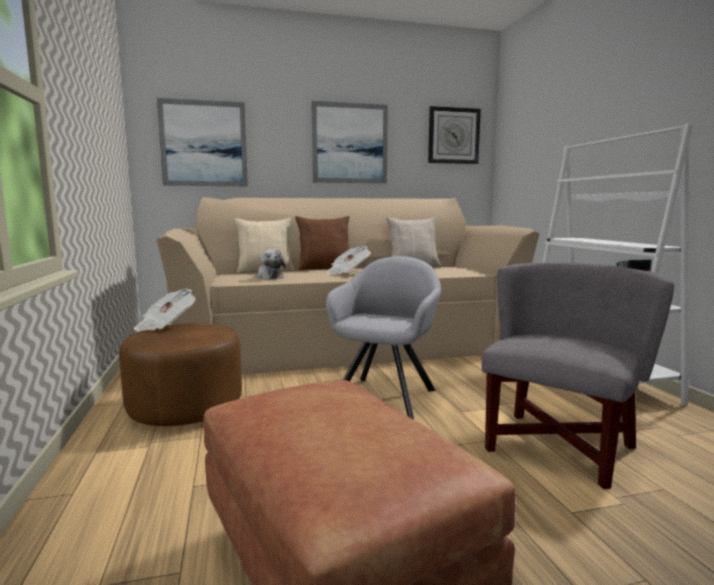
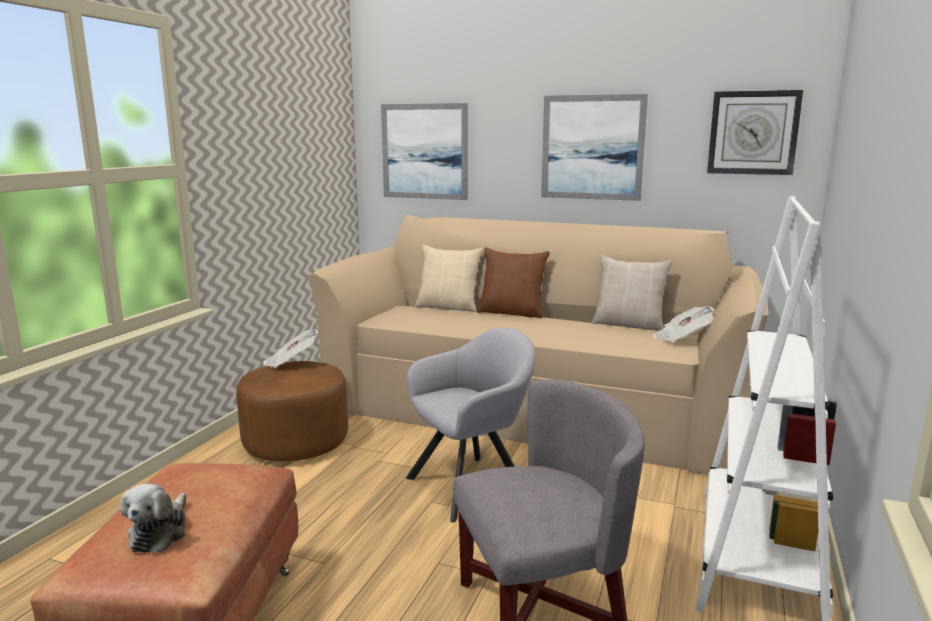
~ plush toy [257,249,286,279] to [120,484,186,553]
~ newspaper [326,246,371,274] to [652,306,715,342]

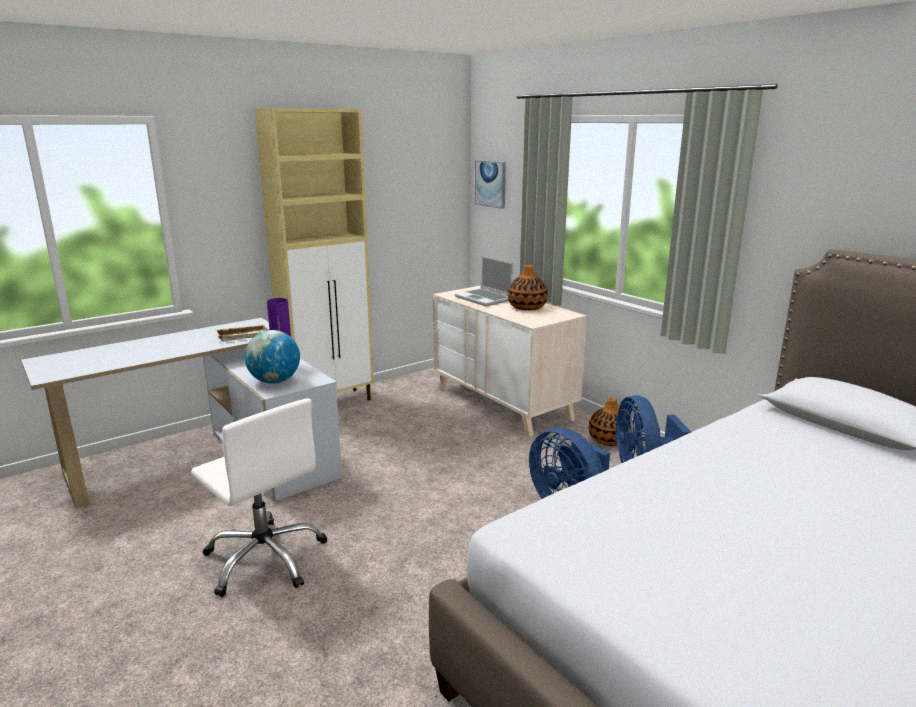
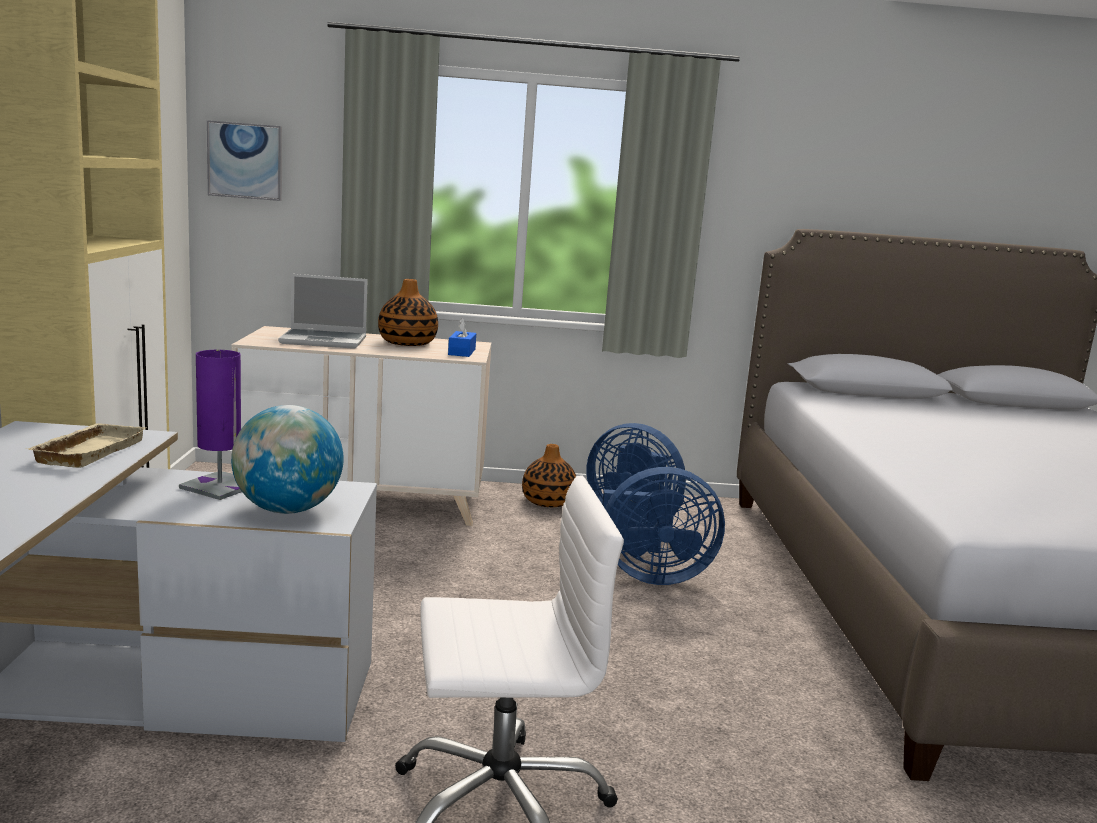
+ blue tissue box [448,318,476,357]

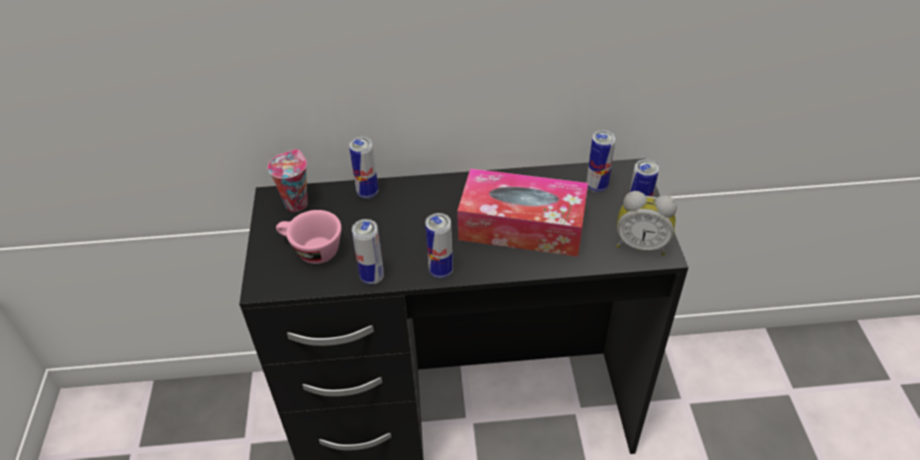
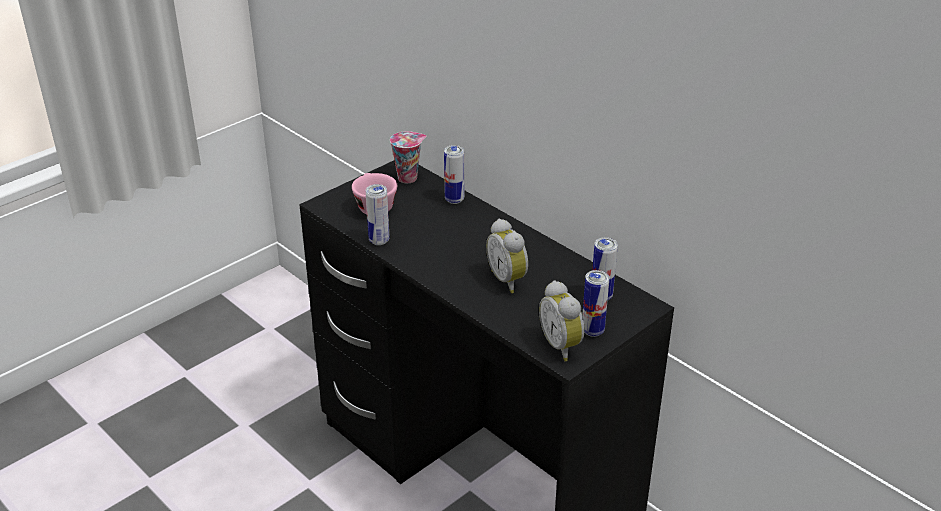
- can [425,213,453,279]
~ tissue box [457,168,588,257] to alarm clock [486,219,528,293]

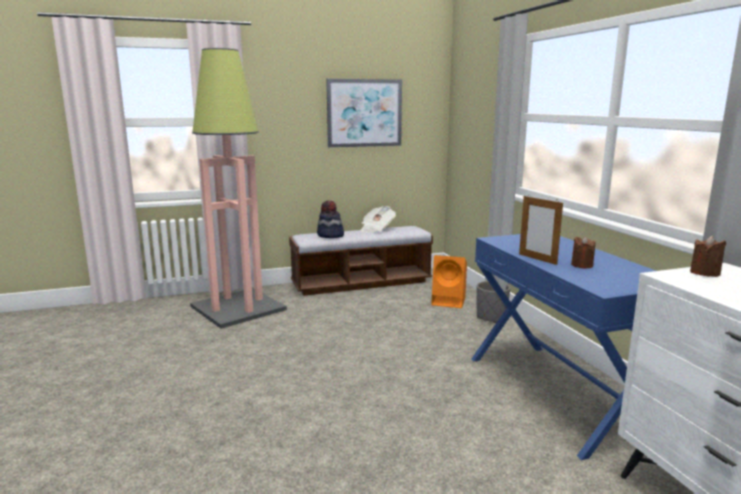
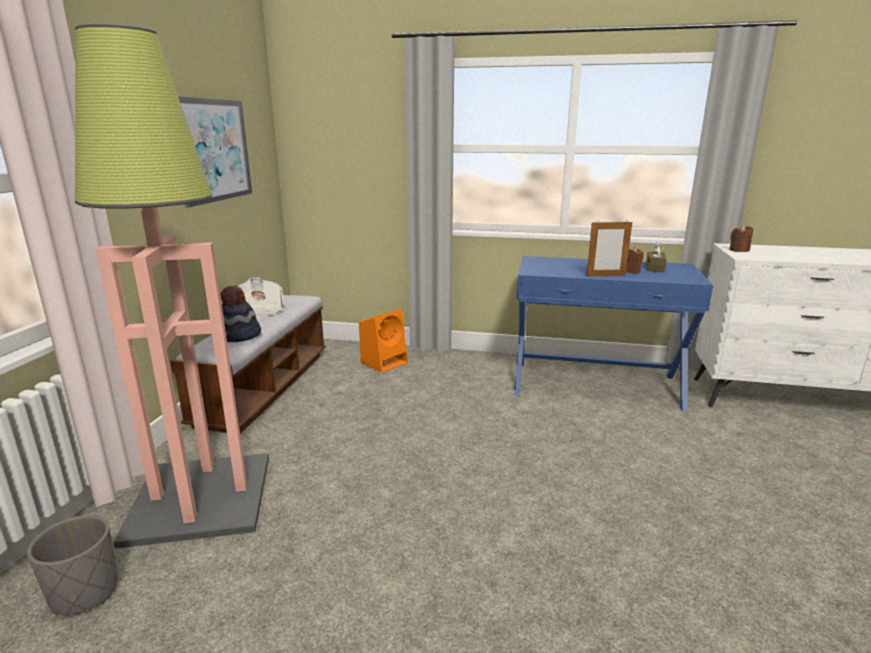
~ grey planter [477,281,510,323] to [27,515,118,615]
+ brown tissue box [646,242,667,272]

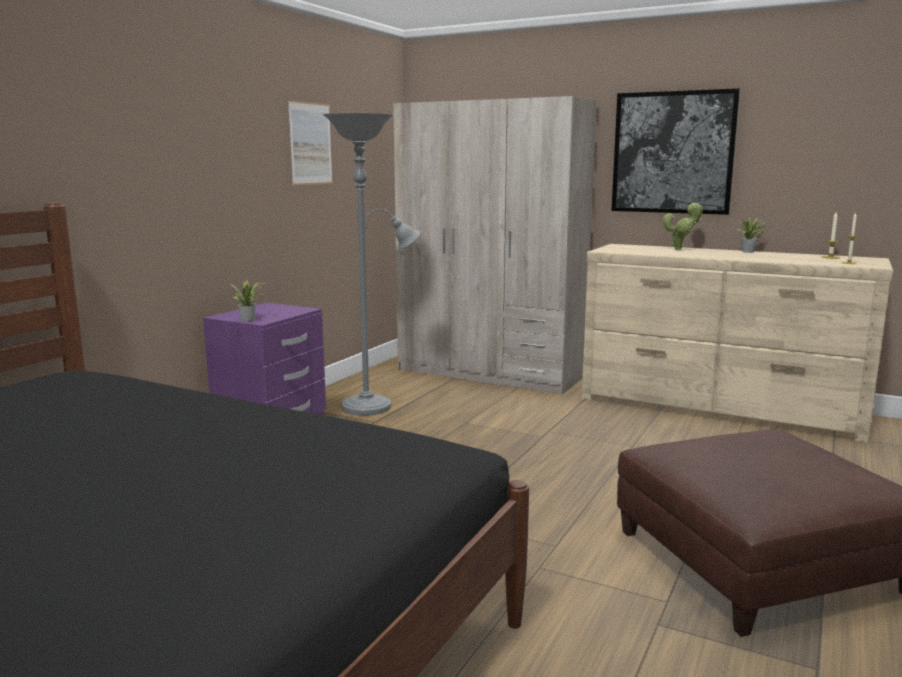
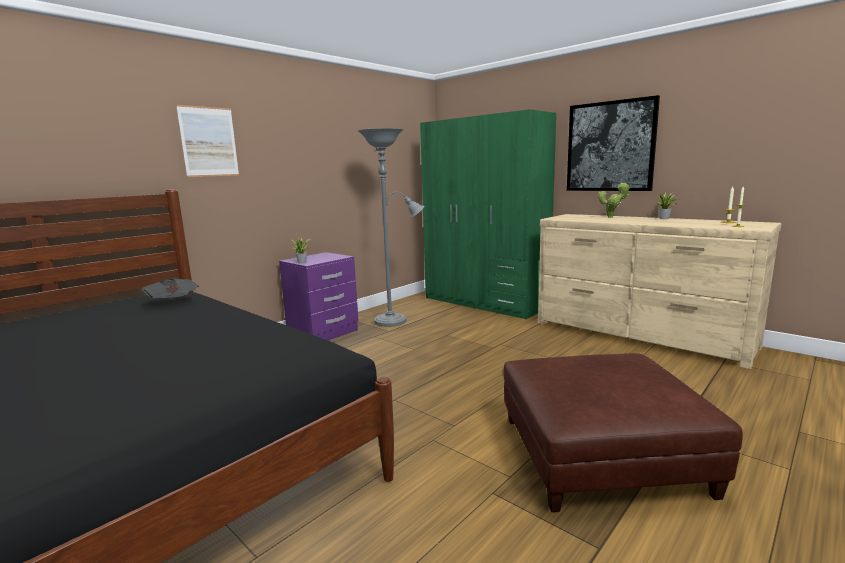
~ picture [288,100,333,185] to [176,105,239,177]
~ beige wardrobe [393,96,597,395] to green wardrobe [420,109,556,319]
+ newspaper [141,278,199,298]

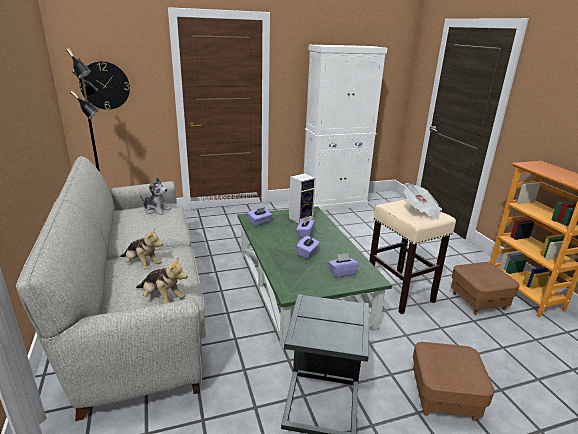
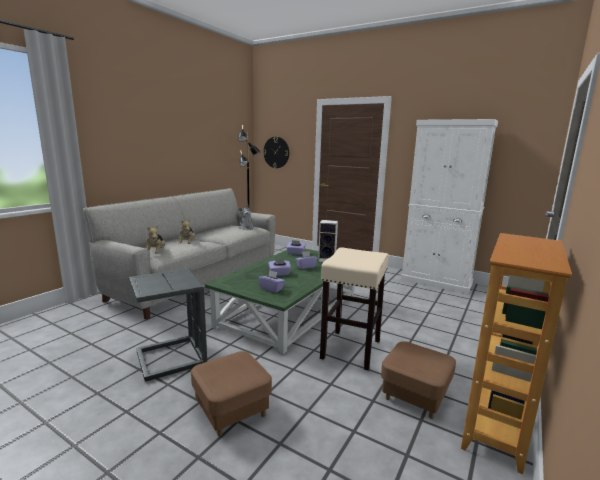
- newspaper [403,183,442,220]

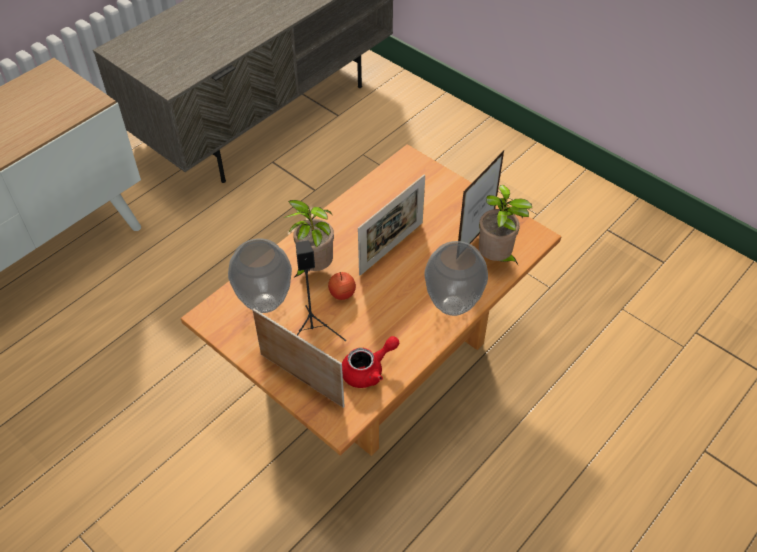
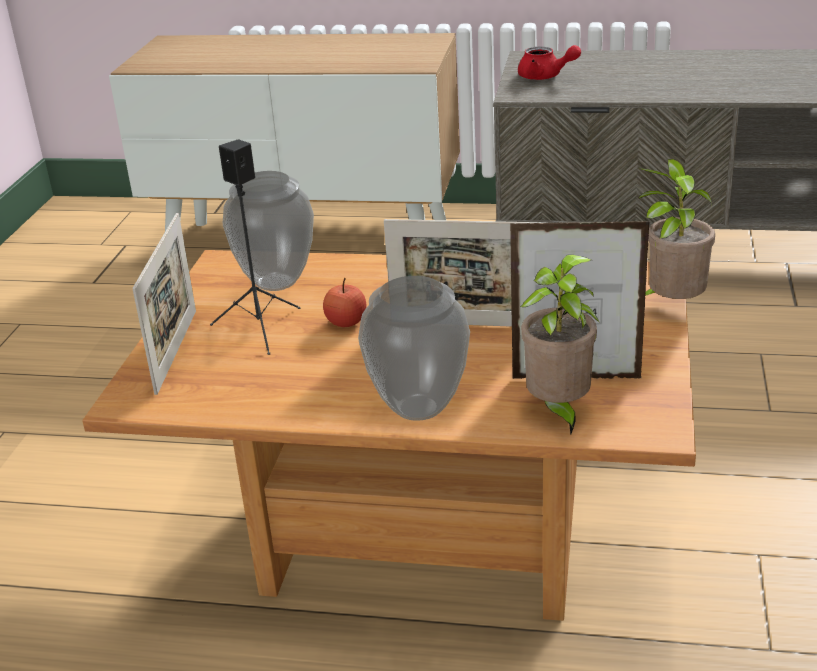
~ potted plant [283,200,334,277] to [639,159,715,299]
~ red teapot [342,336,399,388] to [518,45,581,80]

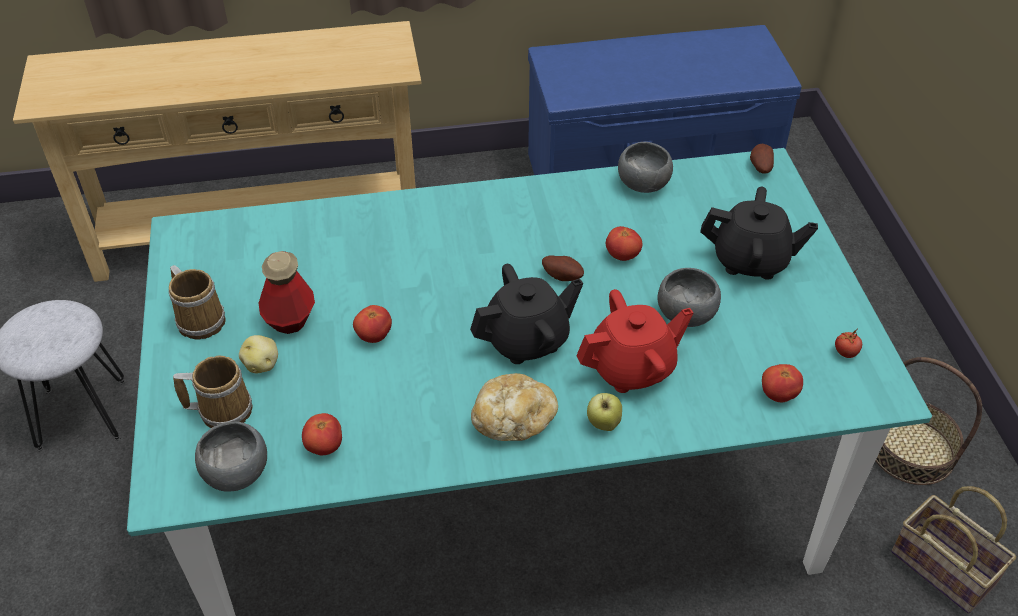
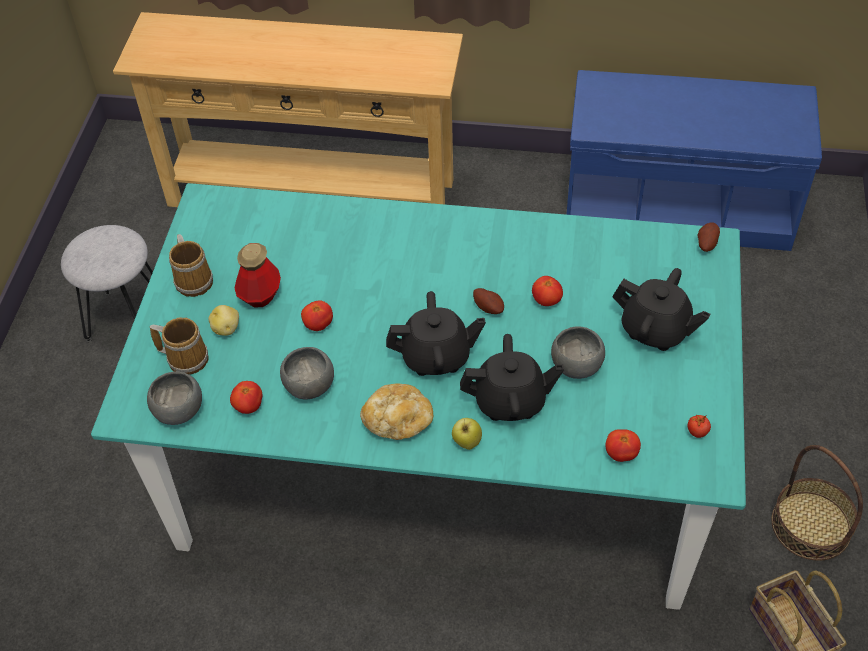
~ red teapot [576,289,694,393] to black teapot [460,334,564,421]
~ grey bowl [618,142,673,193] to [280,347,334,399]

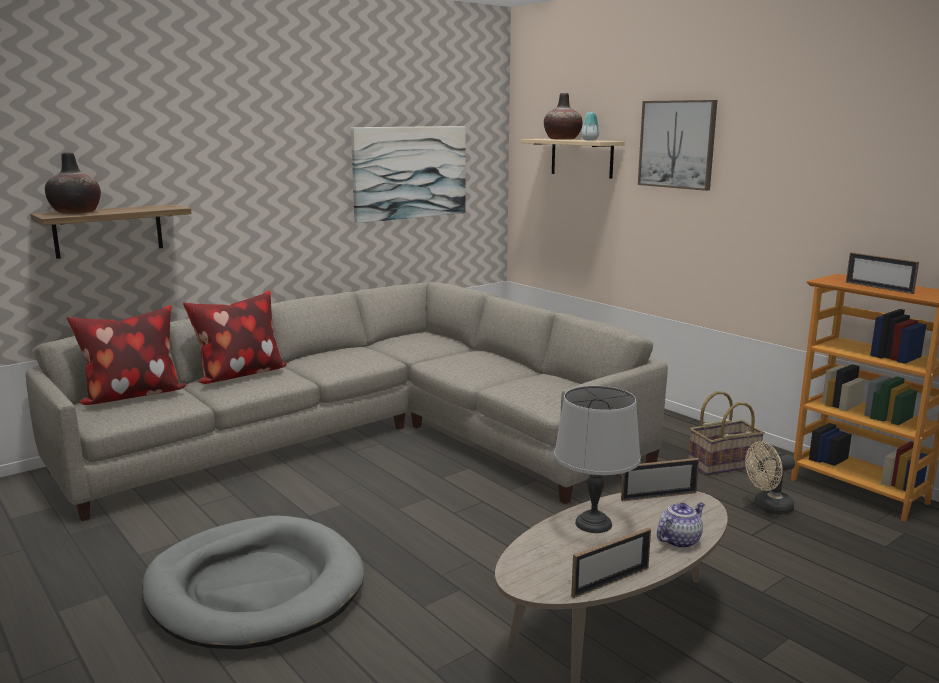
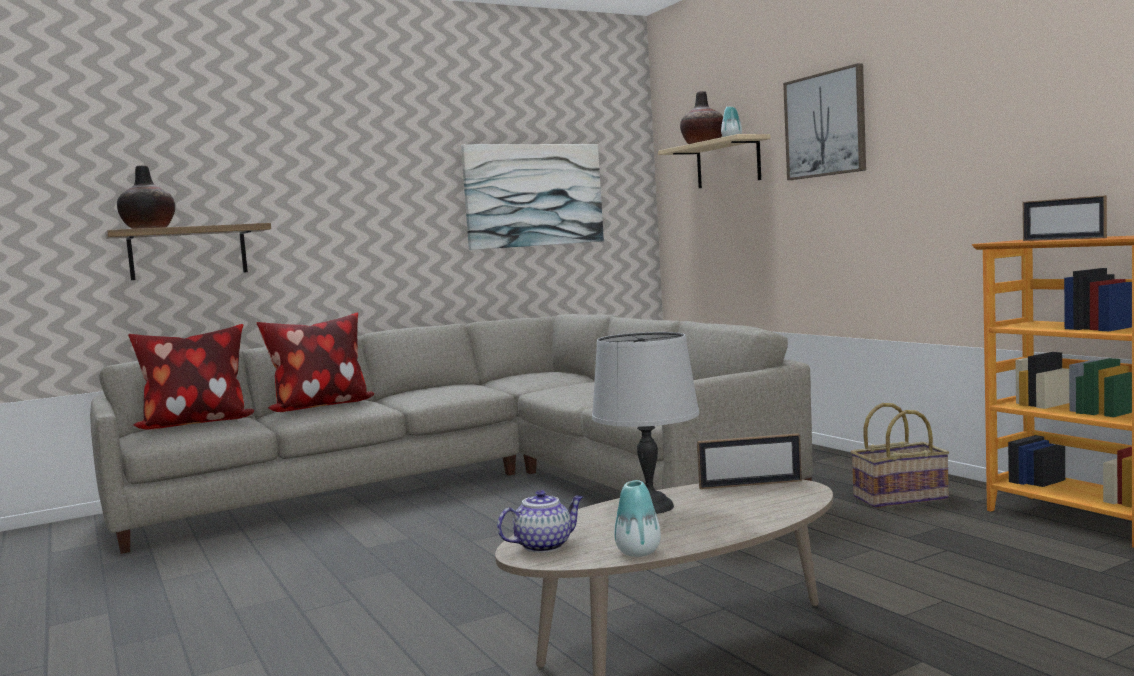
- grey dog bed [142,516,364,649]
~ picture frame [571,528,651,598] to vase [614,480,661,557]
~ teapot [657,503,705,548] to [497,490,583,553]
- beige fan [745,441,795,515]

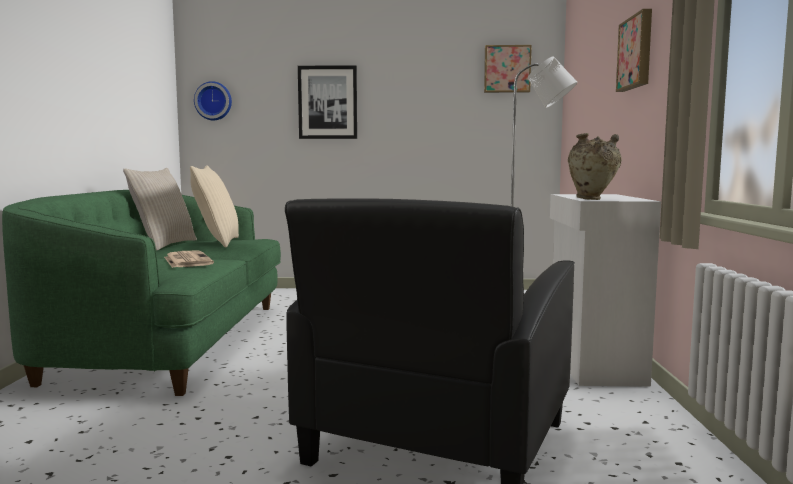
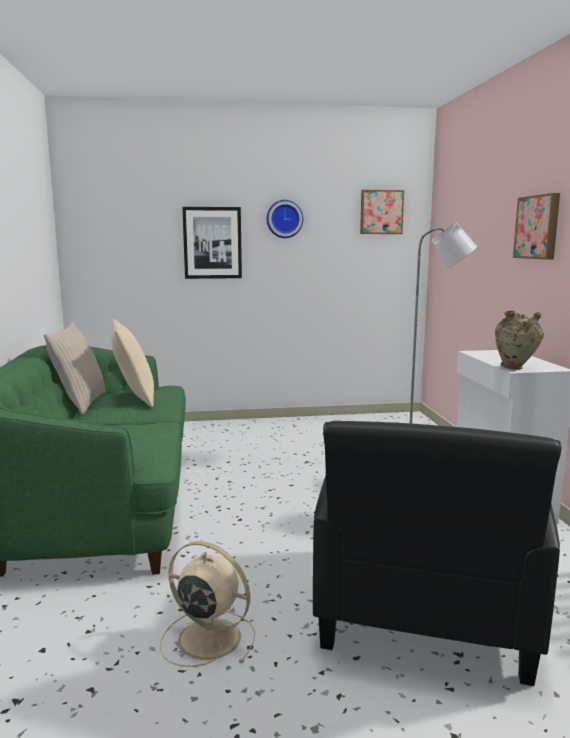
- newspaper [164,250,214,268]
~ wall clock [194,81,232,121] to [267,200,303,238]
+ beige fan [160,541,255,667]

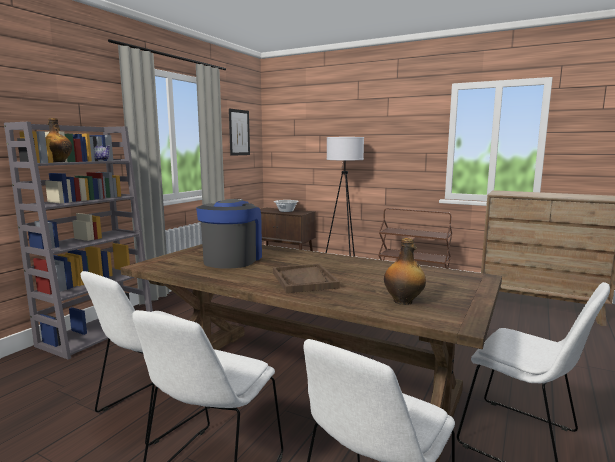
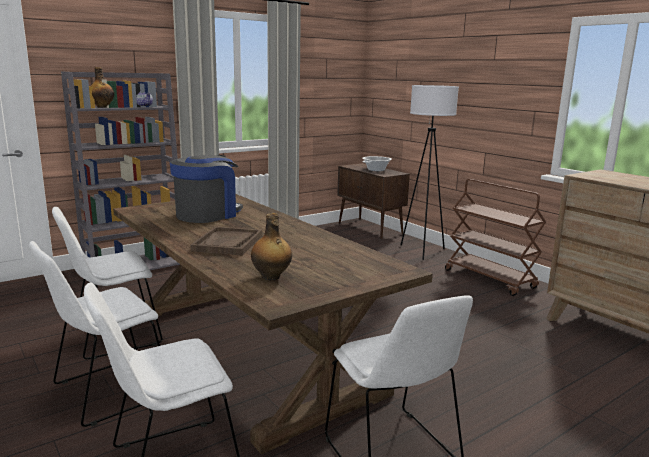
- picture [229,108,250,156]

